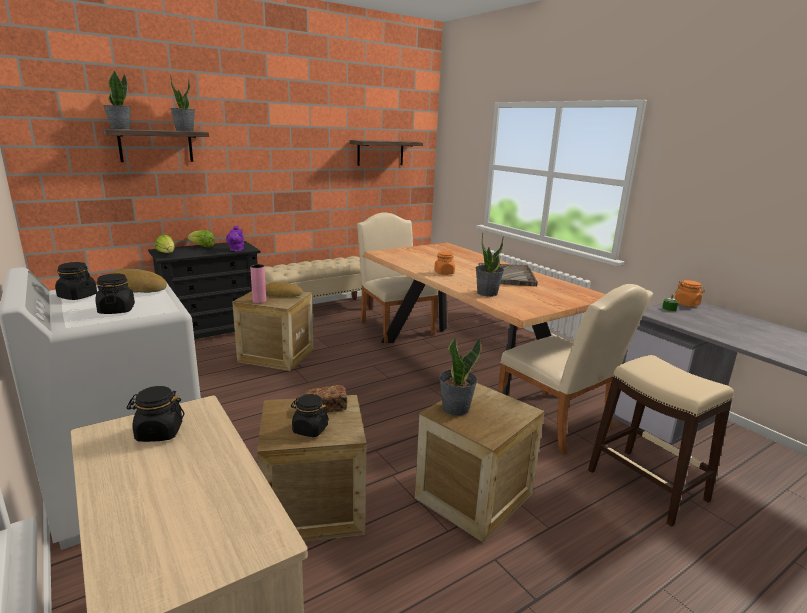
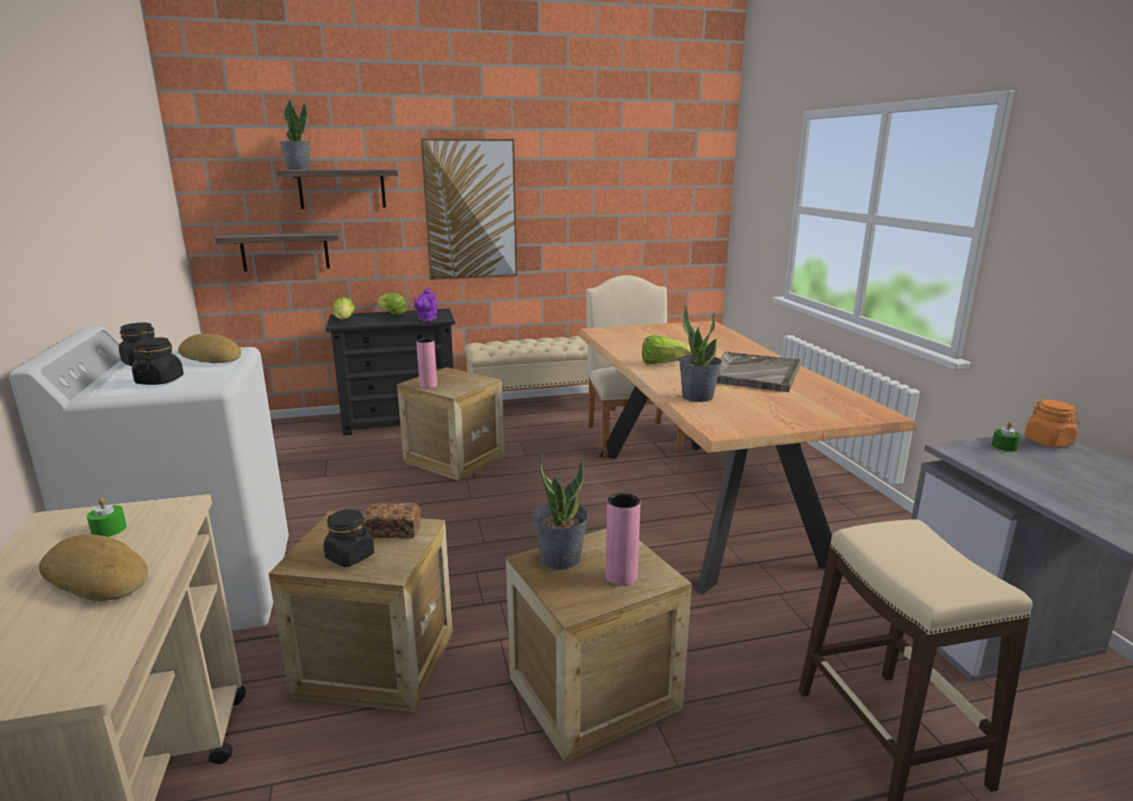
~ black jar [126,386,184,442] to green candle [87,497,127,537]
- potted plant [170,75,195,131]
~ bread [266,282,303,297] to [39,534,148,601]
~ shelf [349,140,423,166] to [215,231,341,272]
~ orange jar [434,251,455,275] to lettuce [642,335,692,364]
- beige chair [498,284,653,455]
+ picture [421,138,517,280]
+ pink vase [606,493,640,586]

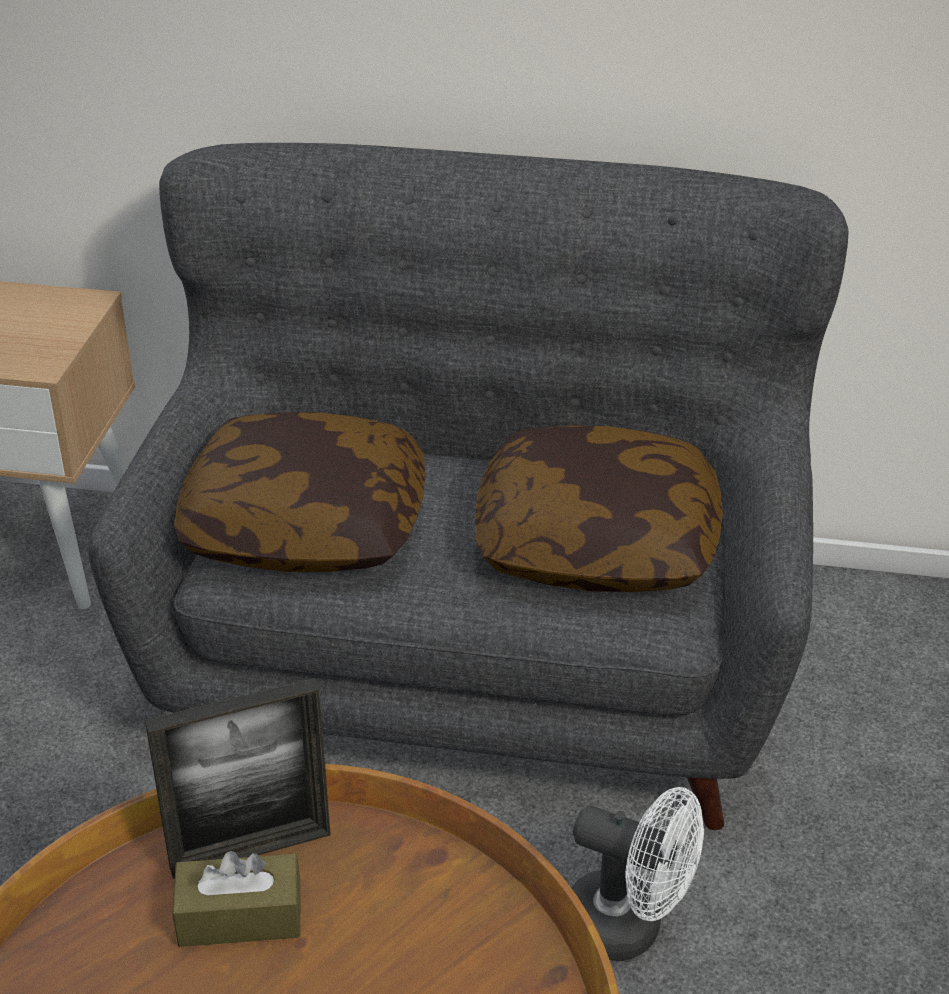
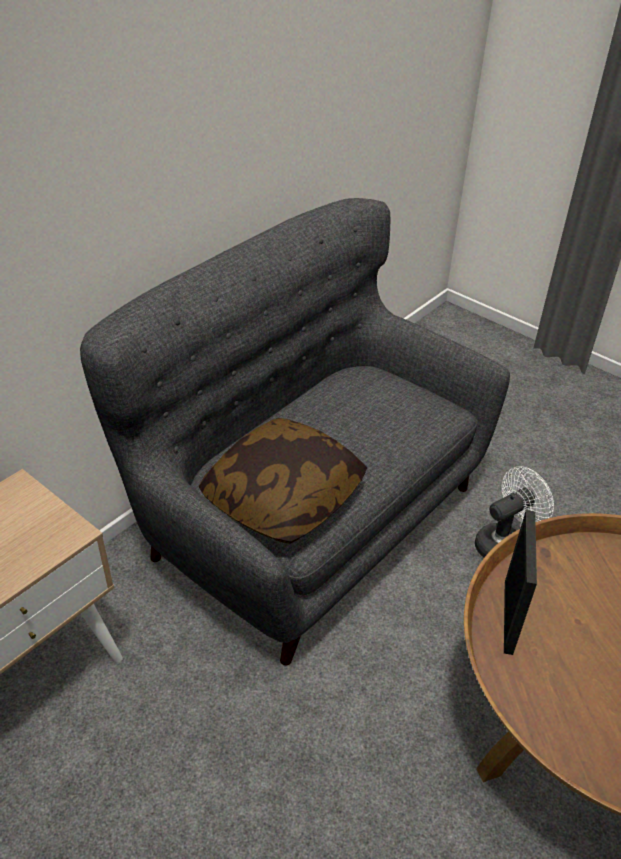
- brown tissue box [172,851,301,947]
- pillow [475,426,723,592]

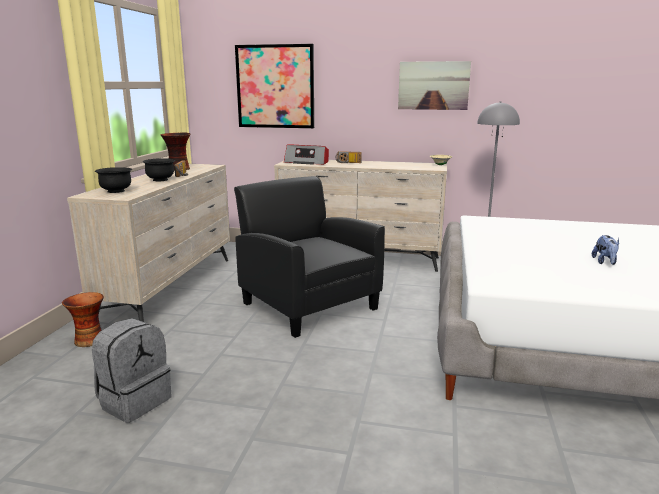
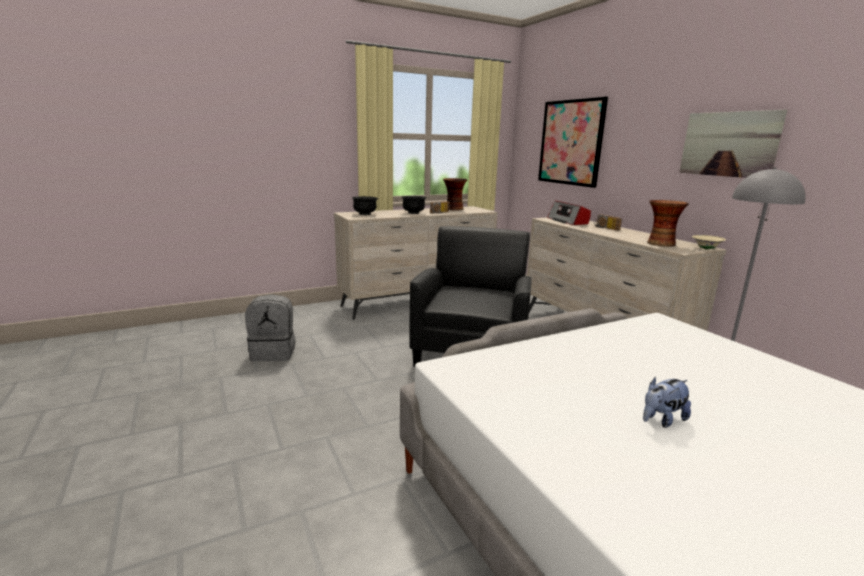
~ vase [62,292,104,347] to [647,200,689,247]

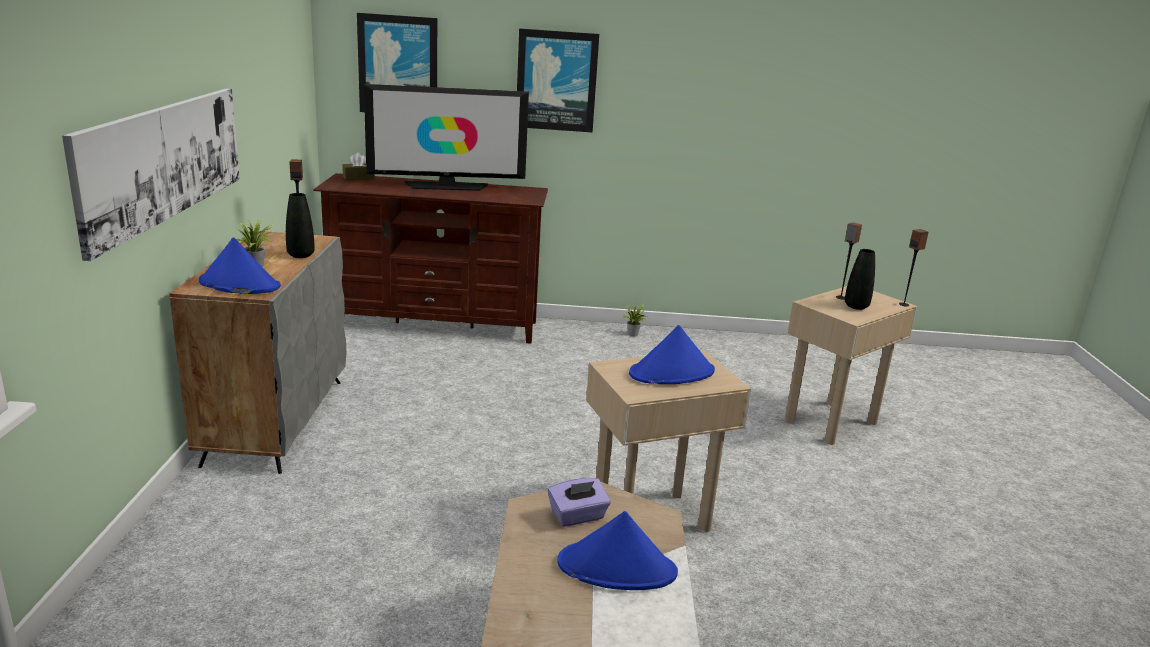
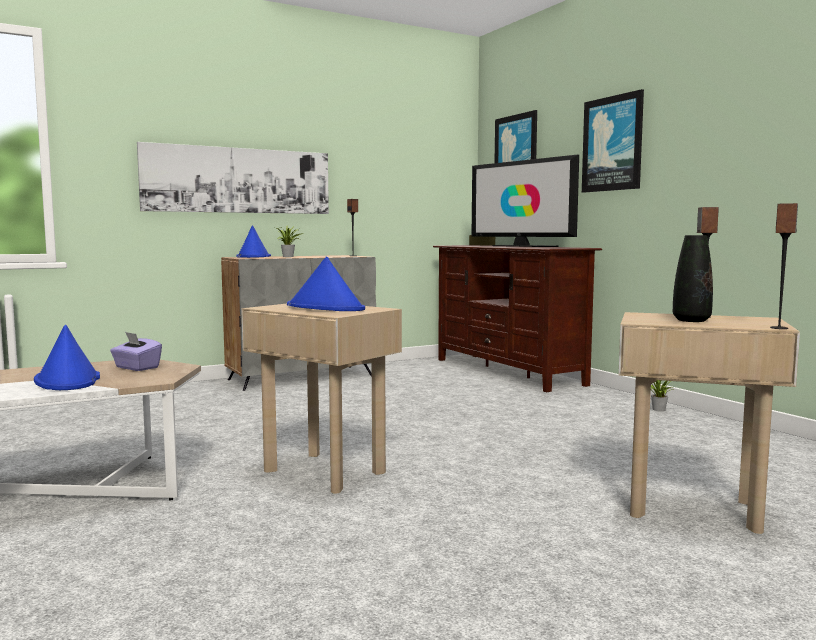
- black vase [286,193,315,258]

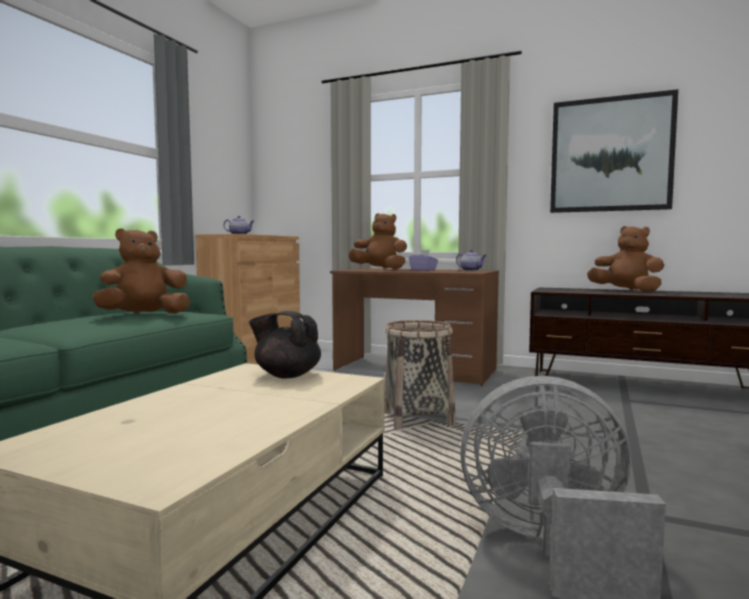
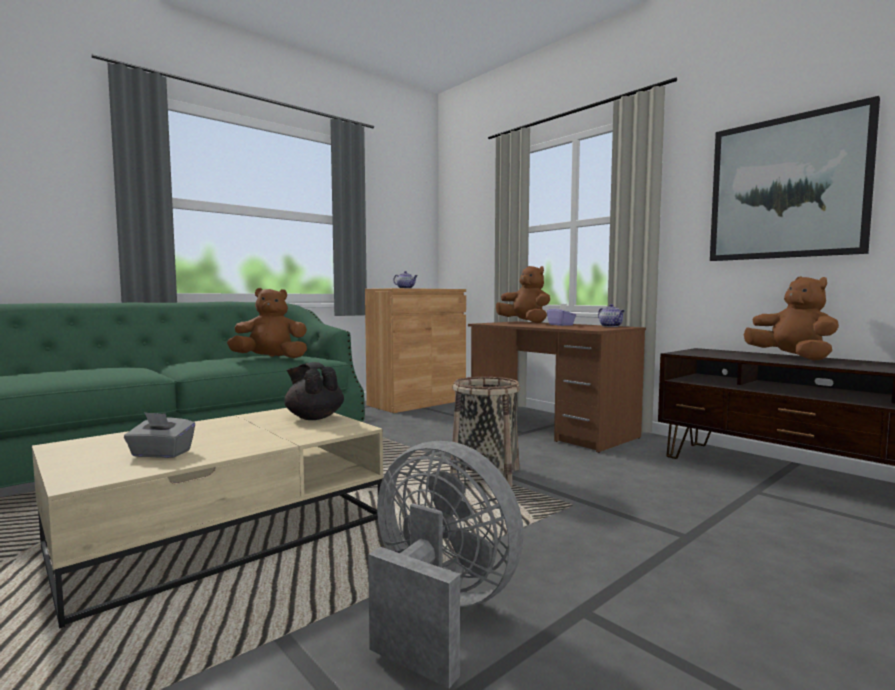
+ grey tissue box [124,412,195,458]

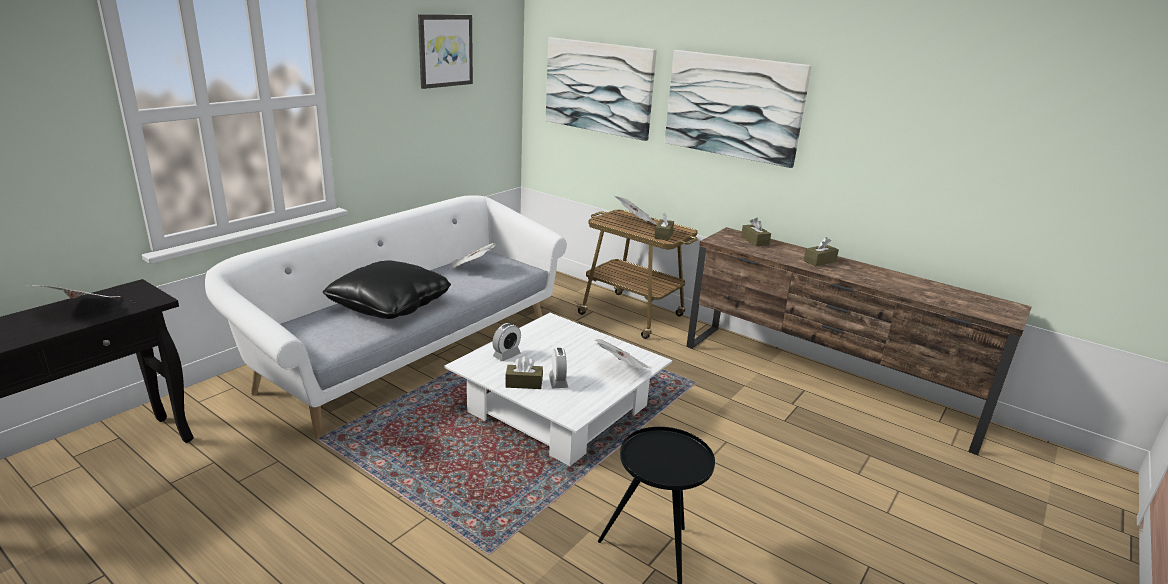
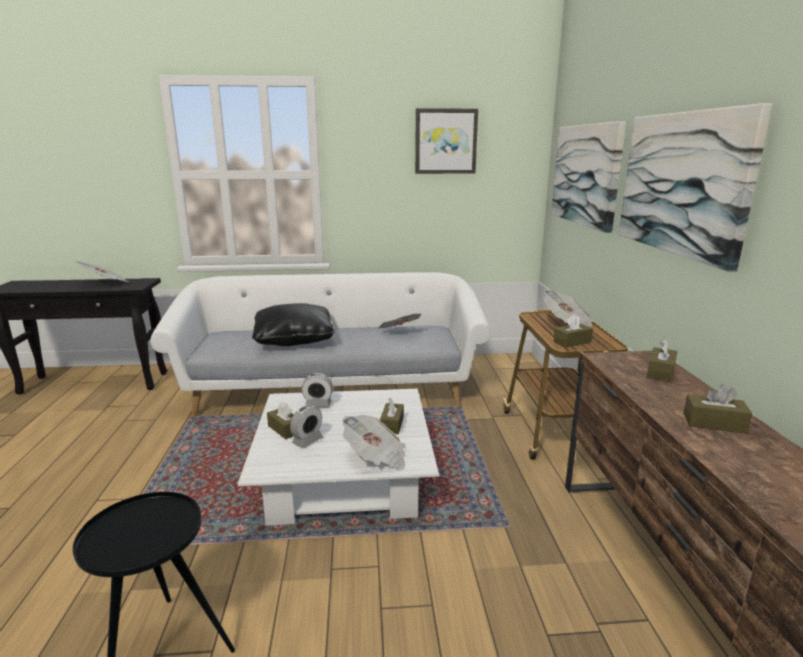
+ brown tissue box [380,398,404,434]

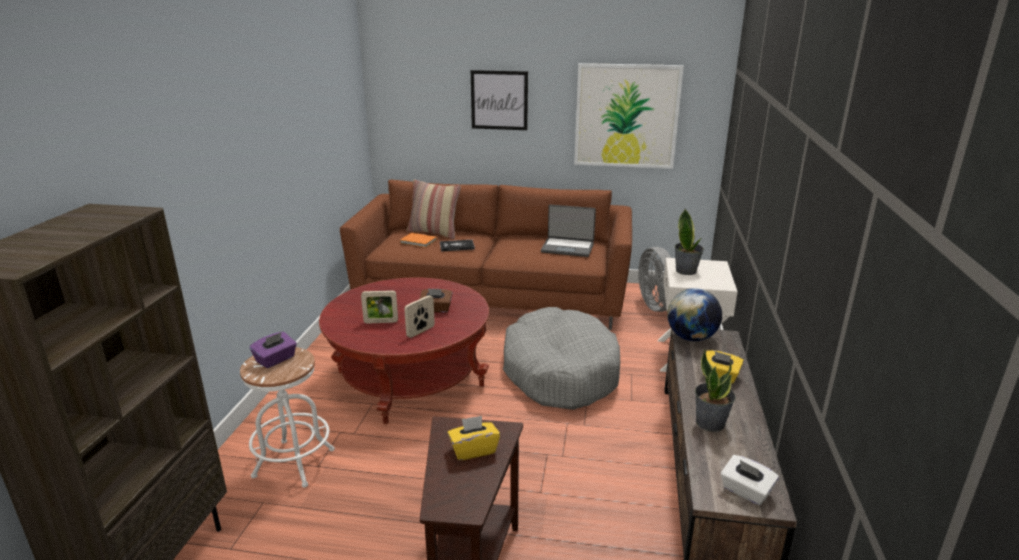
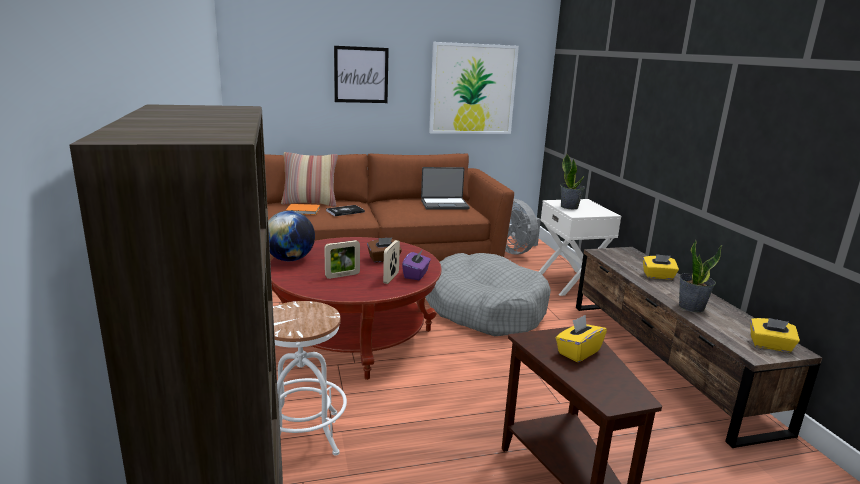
~ purple tissue box [250,332,297,368] to [402,250,431,280]
~ globe [667,288,722,341] to [268,211,315,261]
~ white tissue box [721,455,779,505] to yellow tissue box [750,318,800,352]

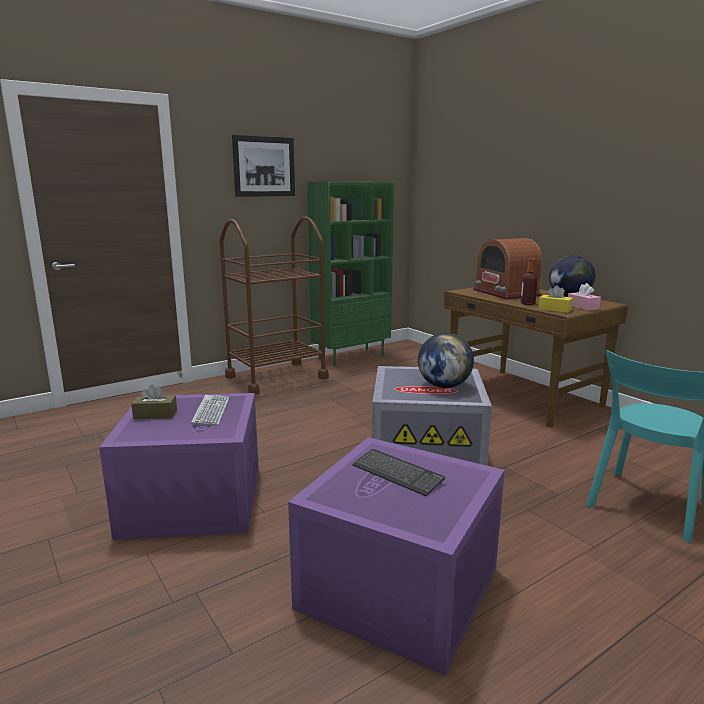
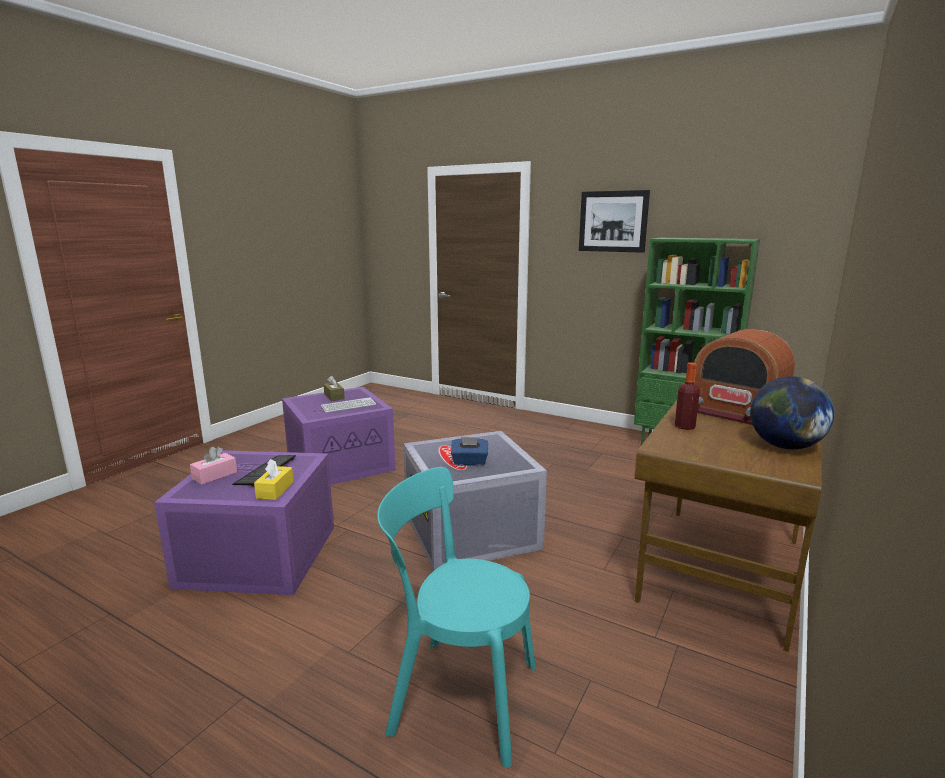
- brown cart [219,217,329,394]
~ globe [418,333,474,388] to blue tissue box [451,437,488,466]
~ radio [473,238,542,299] = [694,329,795,425] 90 degrees counterclockwise
~ yellow tissue box [539,285,573,313] to [254,459,294,500]
~ pink tissue box [568,283,601,311] to [190,446,237,485]

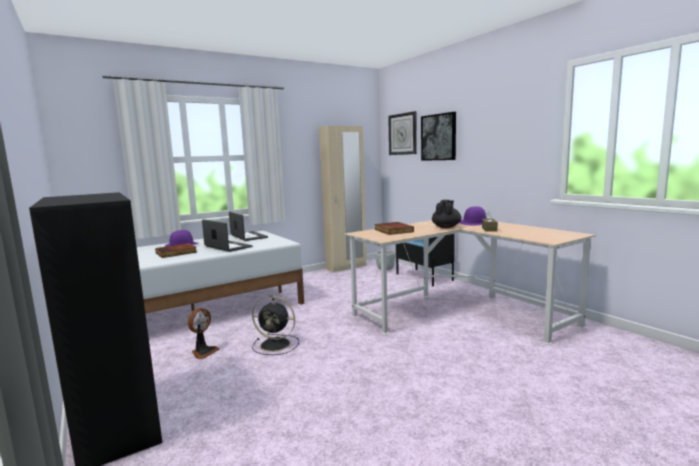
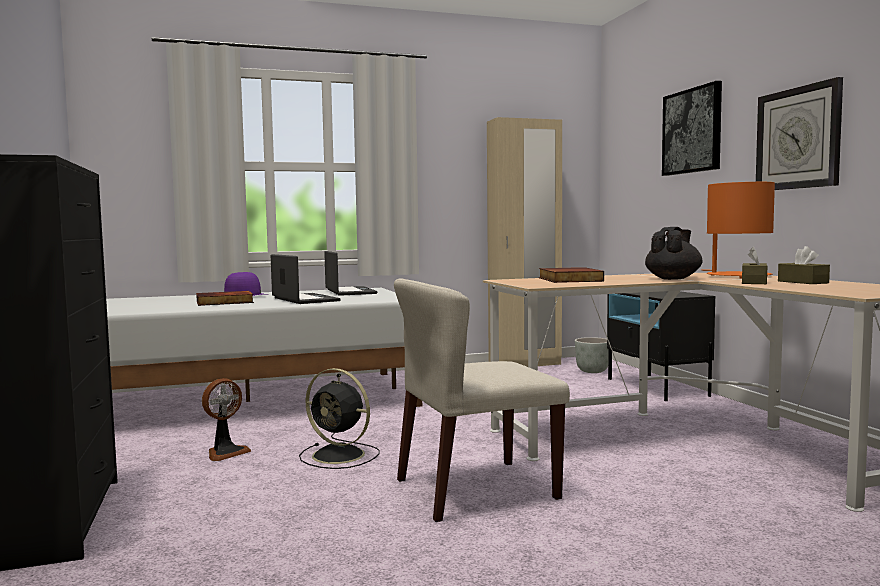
~ wall clock [388,111,417,155] to [756,77,843,190]
~ purple hat [459,207,487,226] to orange table lamp [702,182,775,279]
+ beige chair [394,278,570,522]
+ brown tissue box [778,246,830,284]

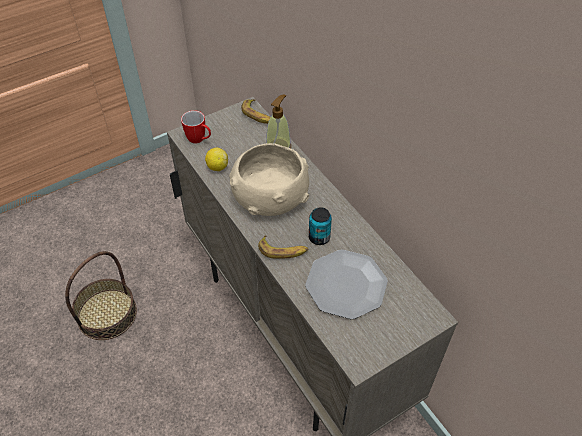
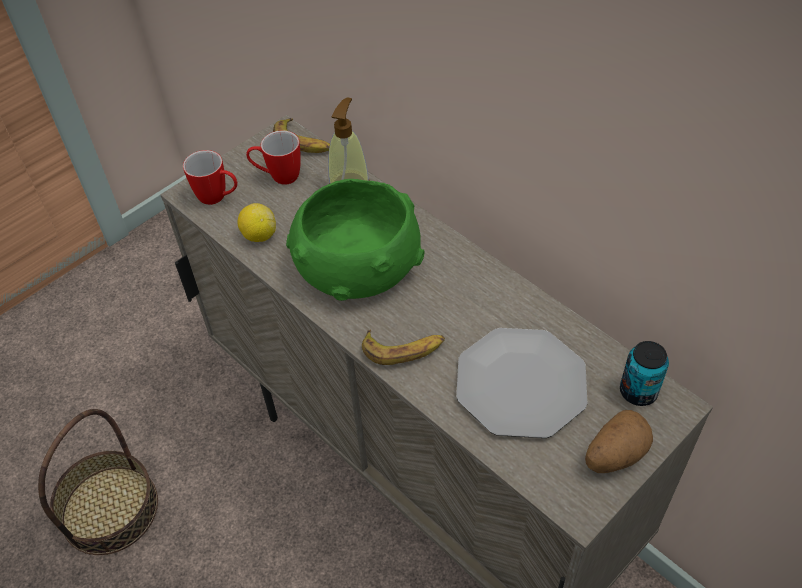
~ beige bowl [229,143,309,216] to green bowl [286,179,424,301]
~ can [309,207,332,245] to [620,341,669,406]
+ mug [246,130,301,185]
+ potato [585,410,653,473]

